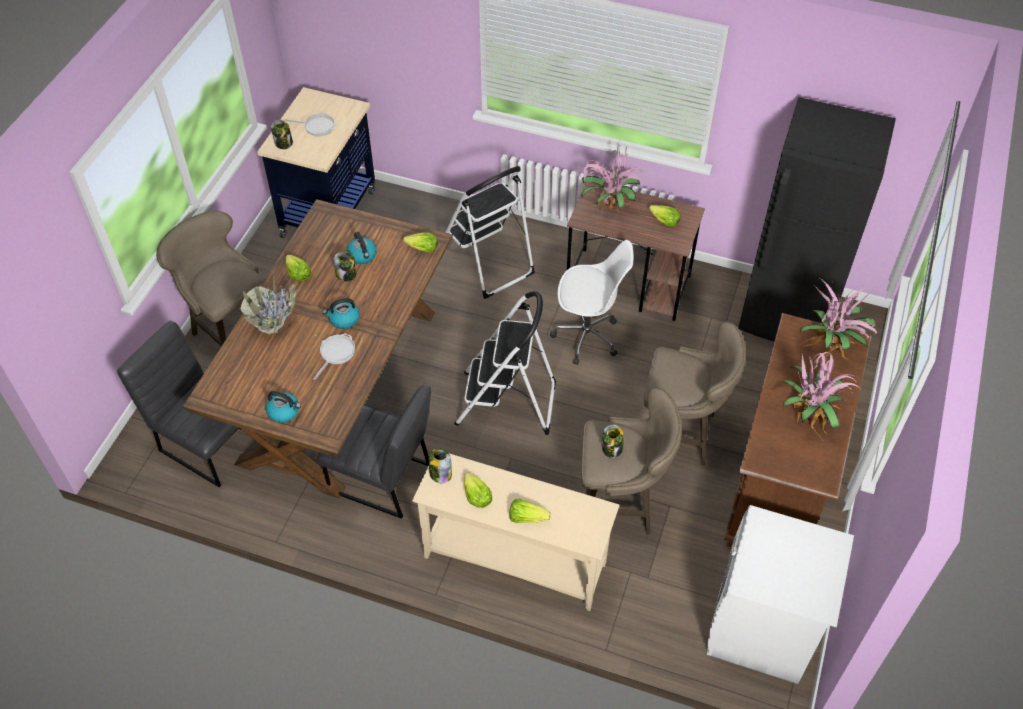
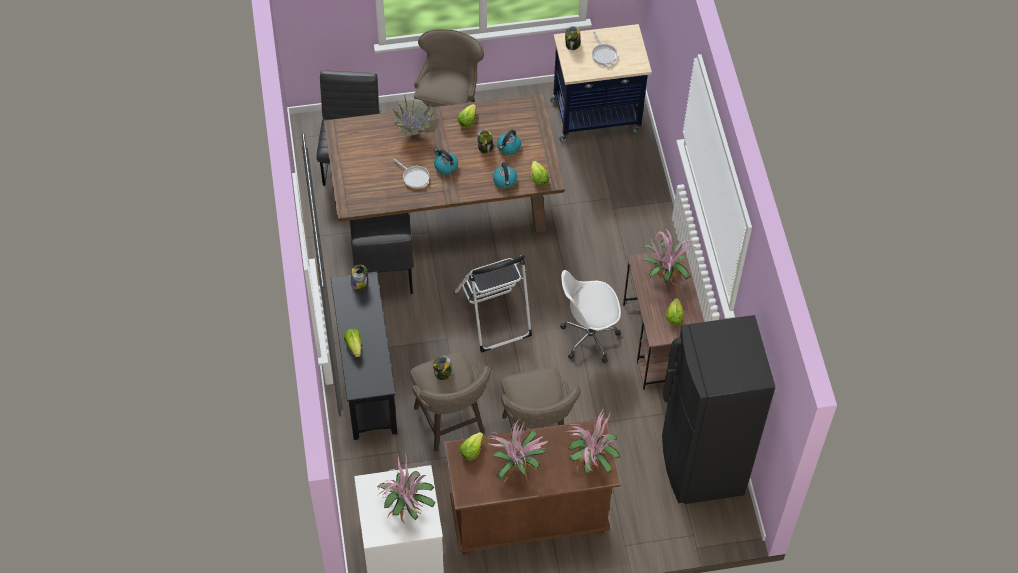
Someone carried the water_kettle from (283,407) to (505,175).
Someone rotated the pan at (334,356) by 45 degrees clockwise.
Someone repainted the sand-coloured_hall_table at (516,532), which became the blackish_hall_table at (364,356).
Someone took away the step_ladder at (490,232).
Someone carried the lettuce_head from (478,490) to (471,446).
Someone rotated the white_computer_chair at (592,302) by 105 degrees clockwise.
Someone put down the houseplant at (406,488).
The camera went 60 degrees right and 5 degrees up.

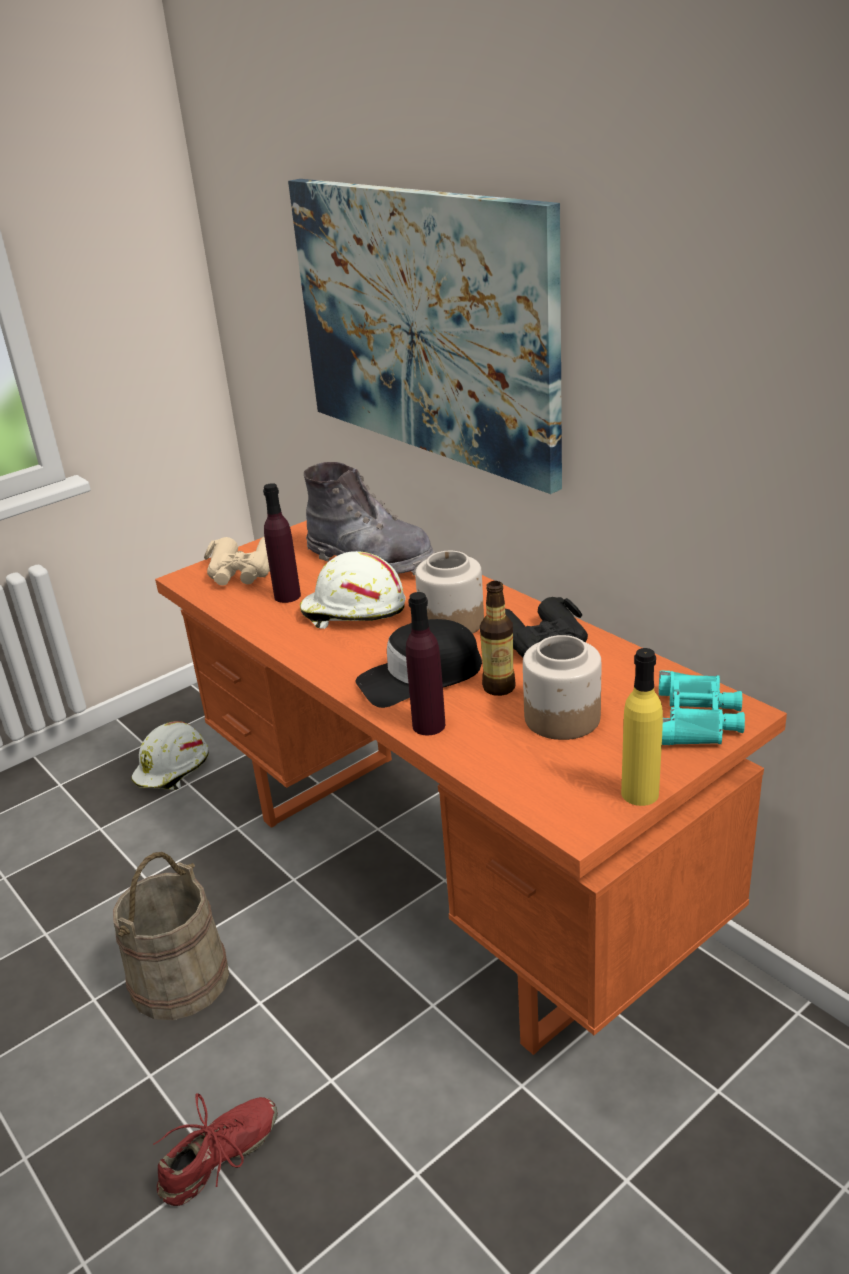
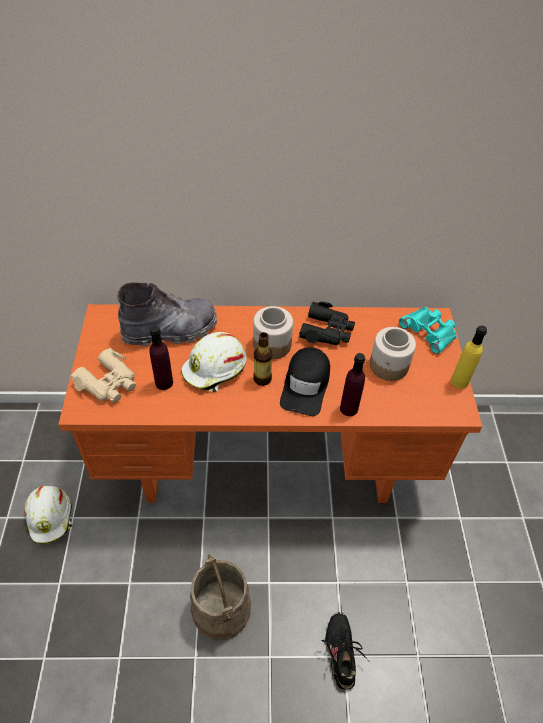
Someone repainted the reddish_shoe at (215,1149), which became the blackish_shoe at (345,651).
Someone took away the wall_art at (425,336).
Someone carried the bottle from (497,638) to (262,359).
The camera went 55 degrees left and 20 degrees up.

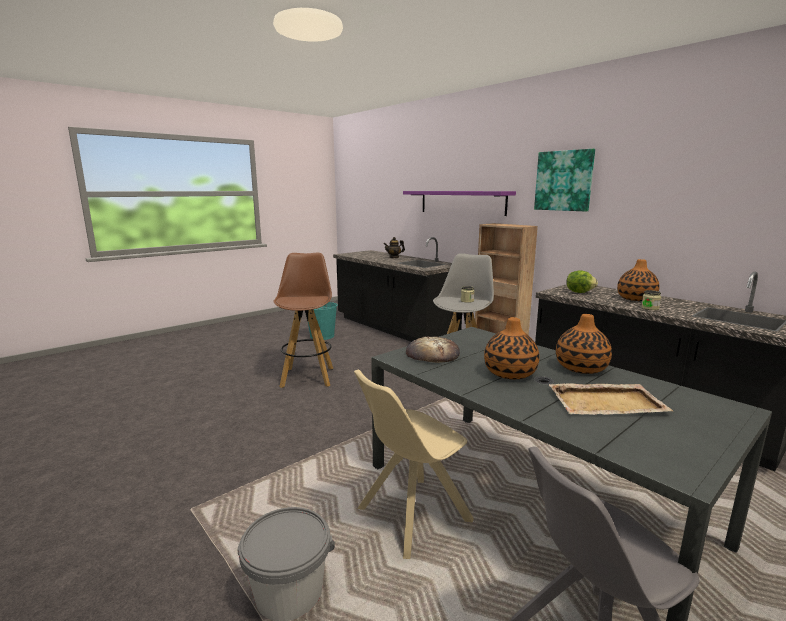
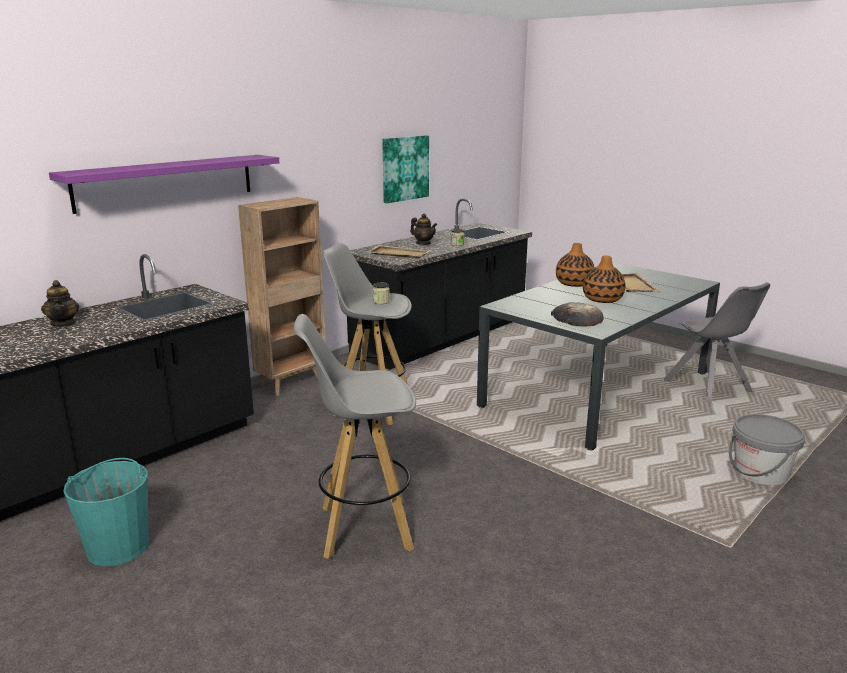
Someone repainted the brownish_sitting_stool at (303,320), which became the greyish_sitting_stool at (355,436).
Someone took away the sand-coloured_upright_chair at (414,464).
Someone carried the wall_art from (564,180) to (405,169).
Someone swapped the lettuce_head at (582,281) for the sand-coloured_tray at (399,252).
Someone swapped the vase at (638,280) for the teapot at (423,229).
The camera went 95 degrees left and 5 degrees up.

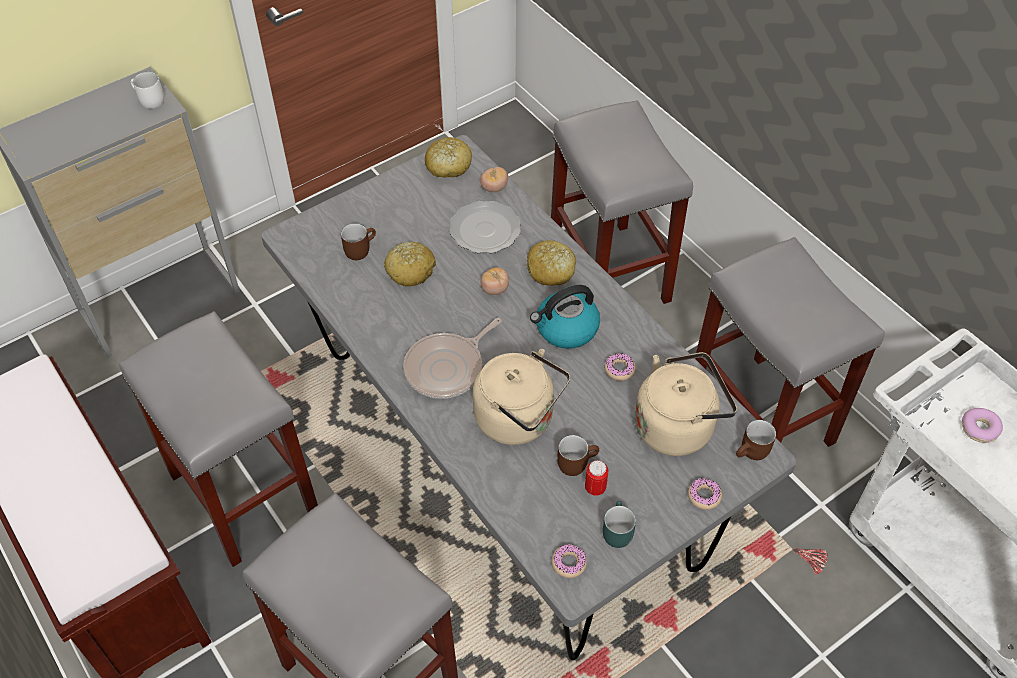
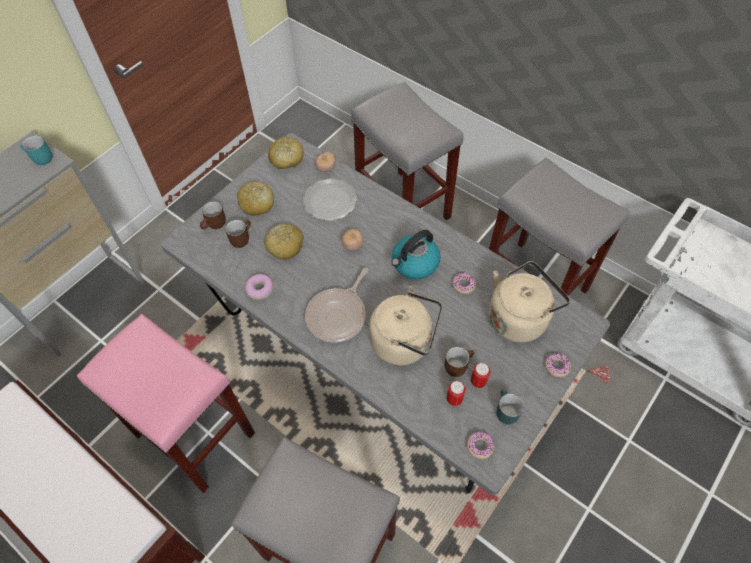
Someone repainted the greyish_sitting_stool at (218,439), which became the pinkish_sitting_stool at (166,403).
Someone repainted the white_tea_mug at (147,90), which became the turquoise_tea_mug at (36,150).
Someone carried the bread from (551,263) to (255,199).
Someone carried the brownish_tea_mug from (756,440) to (213,215).
Someone carried the doughnut from (982,425) to (259,287).
Someone put down the sealed_can at (456,393).
The camera went 15 degrees left and 5 degrees up.

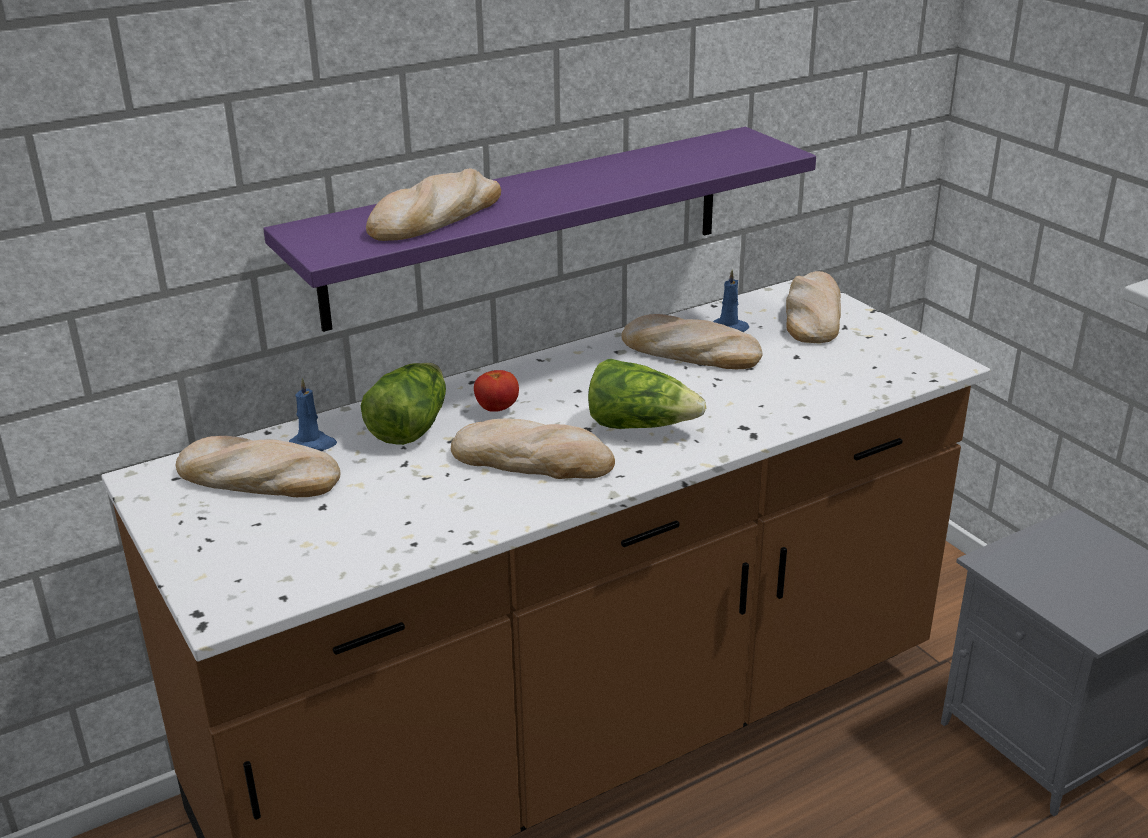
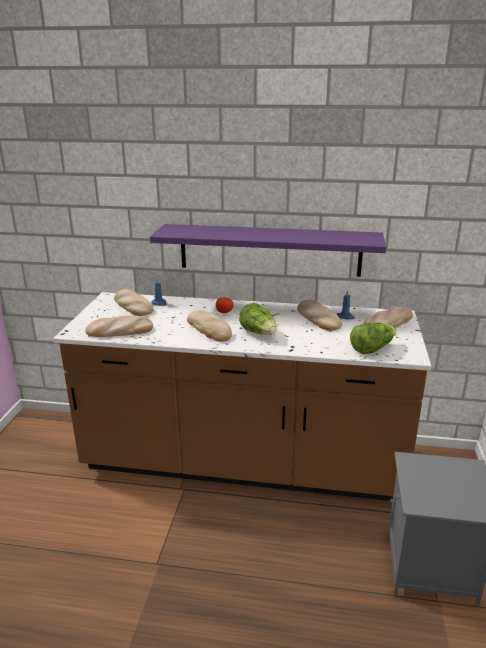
Someone carried the lettuce_head from (403,404) to (373,338).
Someone carried the bread from (433,204) to (119,326).
The camera went 40 degrees right and 5 degrees down.

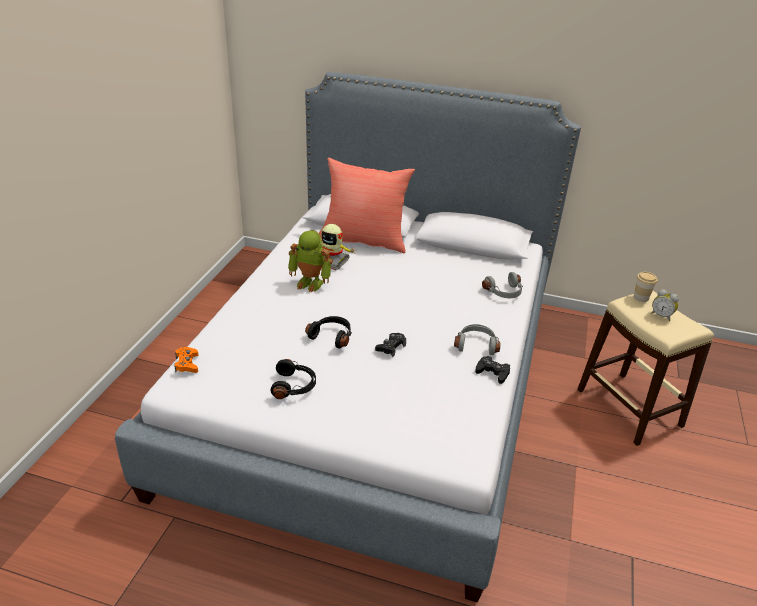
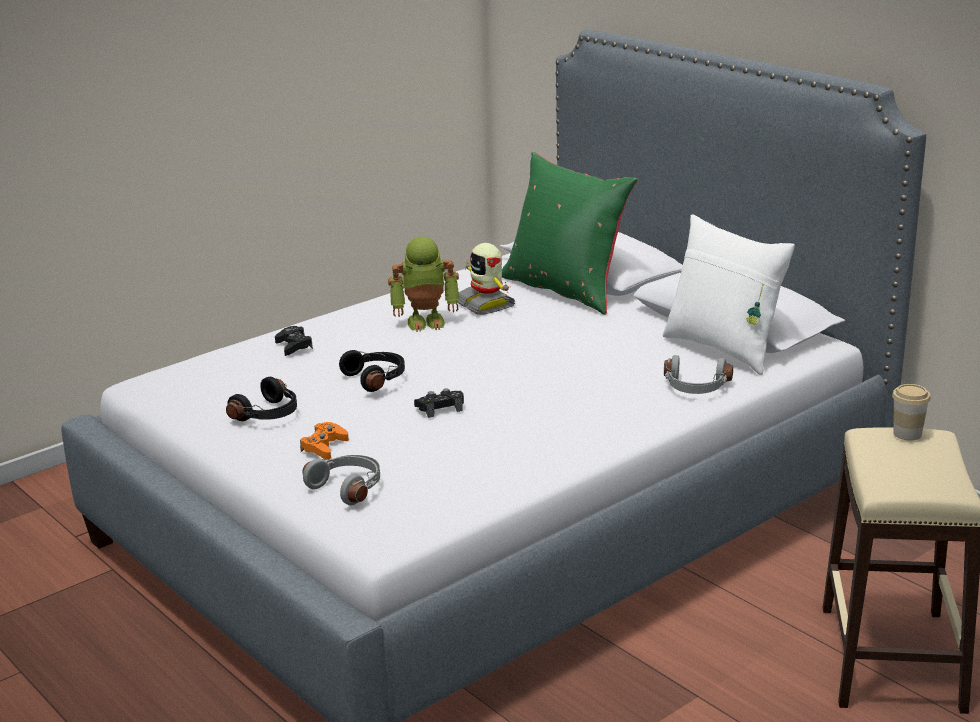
Someone carried the orange_joypad from (186,360) to (324,440).
Someone rotated the robot_figure at (310,261) by 60 degrees counterclockwise.
Someone repainted the reddish_pillow at (367,205), which became the green-coloured_pillow at (570,233).
Someone carried the greyish_pair_of_headphones from (477,339) to (341,480).
Someone carried the blackish_joypad from (492,370) to (294,341).
Someone took away the bedside_clock at (665,305).
Someone put down the white_pillow at (729,294).
The camera went 35 degrees right and 10 degrees down.

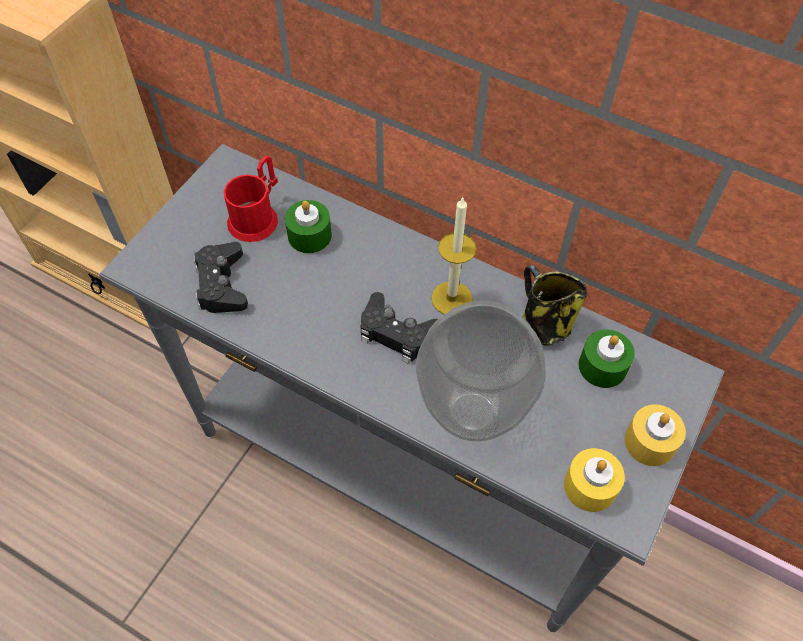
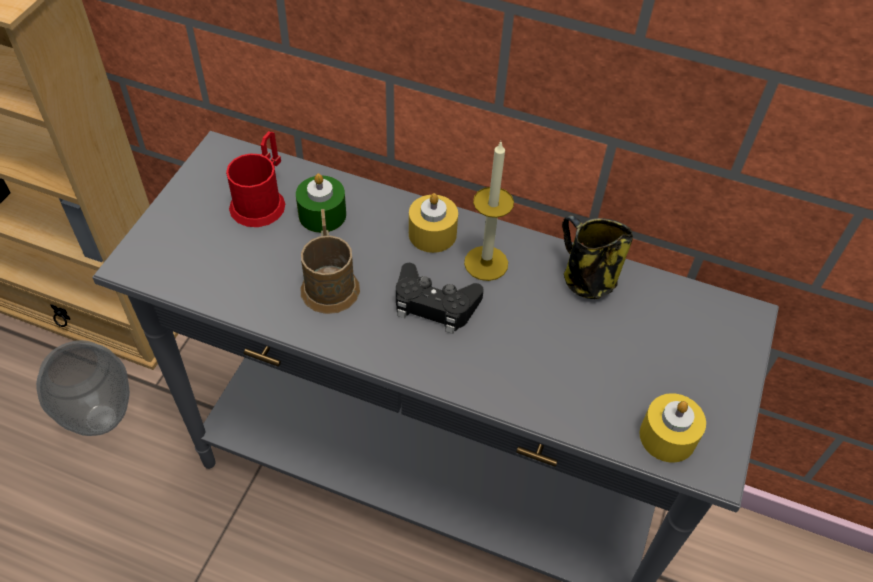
Someone took away the blackish_joypad at (221,277).
Someone carried the vase from (481,371) to (83,388).
Someone took away the green-coloured_candle at (606,358).
Someone carried the yellow_candle from (655,435) to (433,223).
Someone put down the brownish_tea_mug at (330,261).
The camera went 10 degrees left and 5 degrees down.

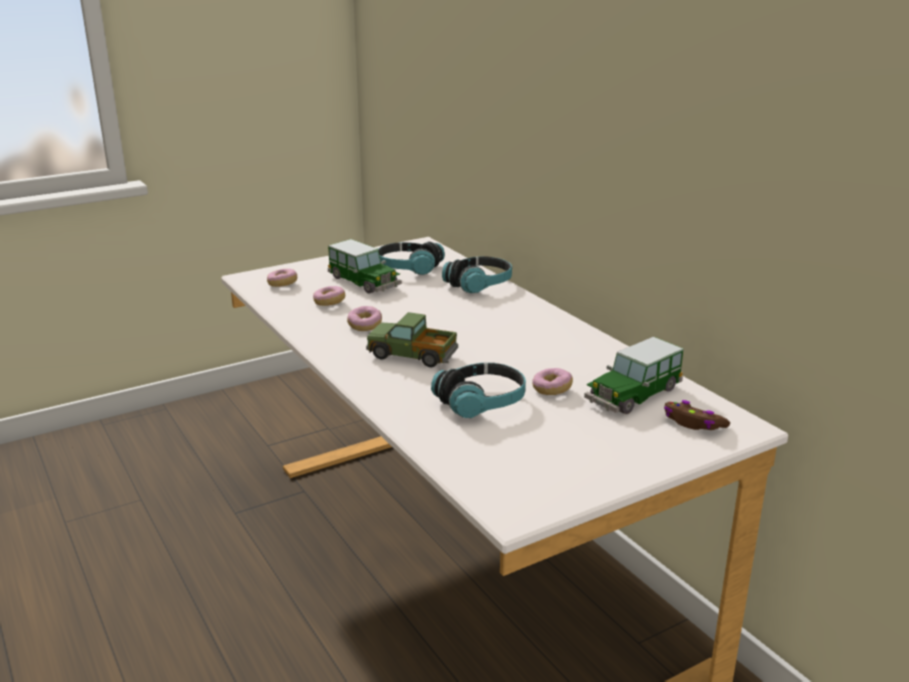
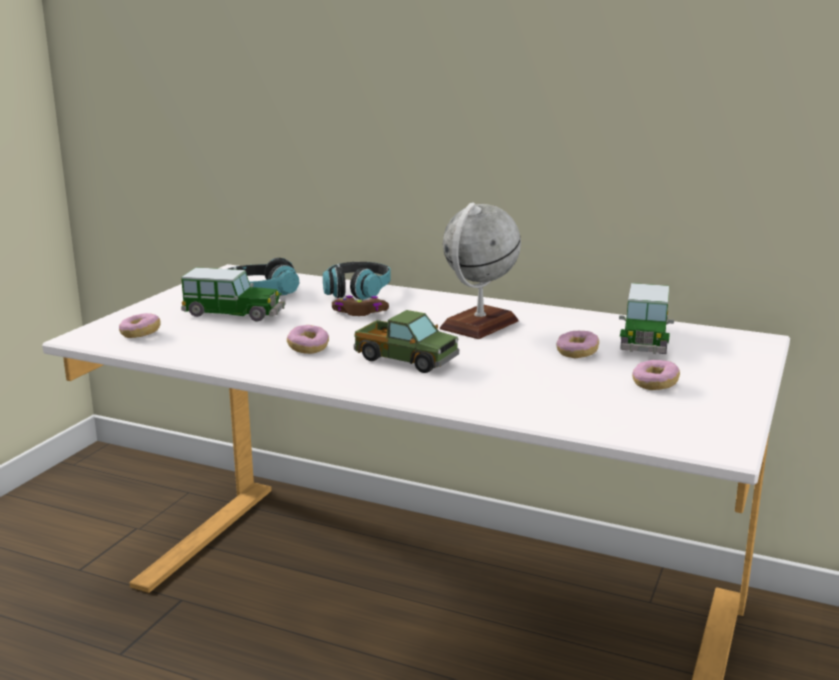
Someone carried the doughnut from (329,296) to (656,375).
Someone rotated the toy_lorry at (412,339) by 135 degrees counterclockwise.
Someone took away the pair_of_headphones at (478,390).
Someone carried the brownish_joypad from (697,415) to (360,305).
Someone put down the desk_globe at (480,271).
The camera went 35 degrees left and 5 degrees down.

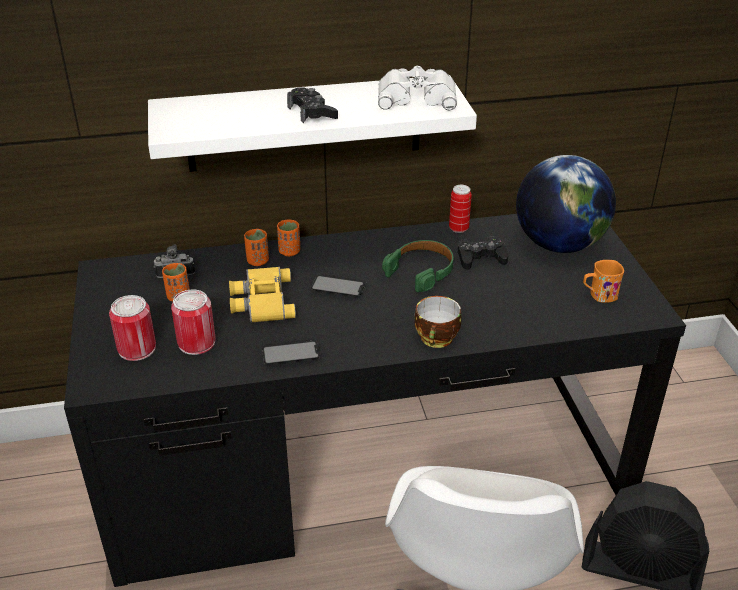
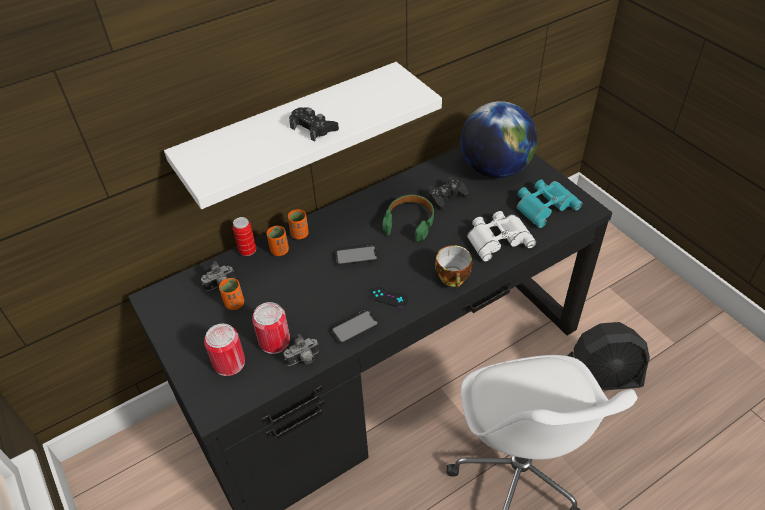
Someone took away the yellow_field_glasses at (262,295).
Someone carried the white_field_glasses from (417,88) to (501,236).
Someone carried the sealed_can from (460,209) to (244,236).
Someone swapped the orange_tea_mug at (603,281) for the turquoise_field_glasses at (550,204).
Someone put down the photo_camera at (301,350).
Someone put down the blackish_joypad at (388,297).
The camera went 20 degrees left and 10 degrees up.

